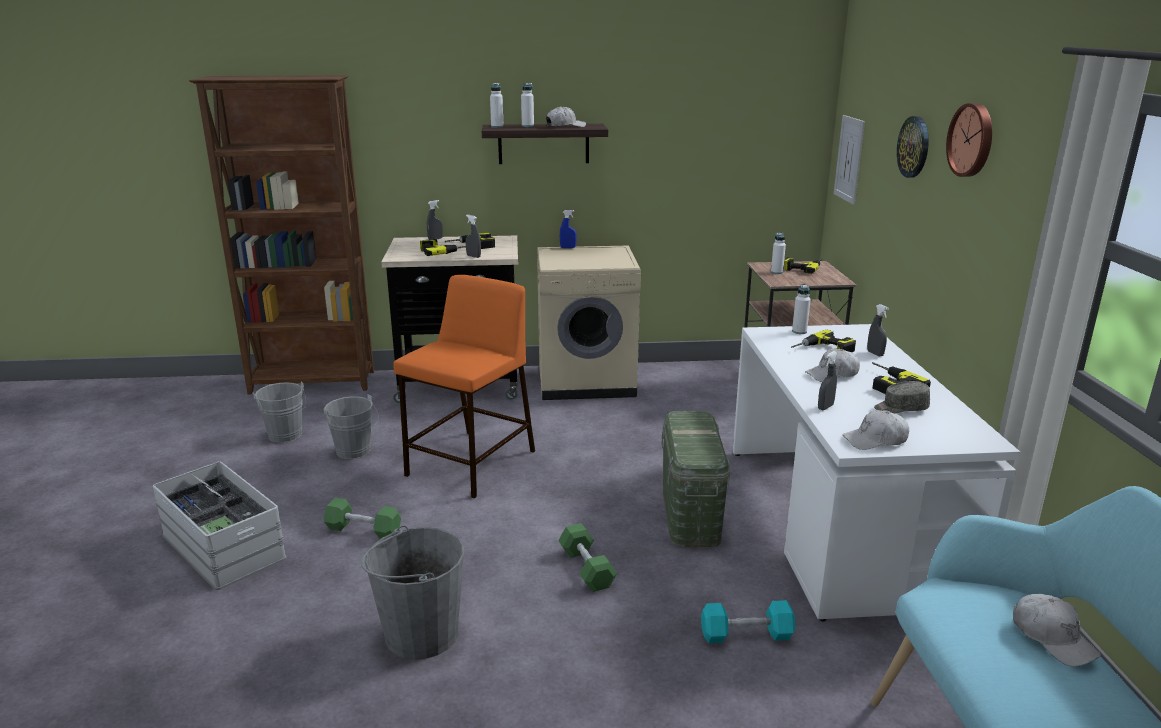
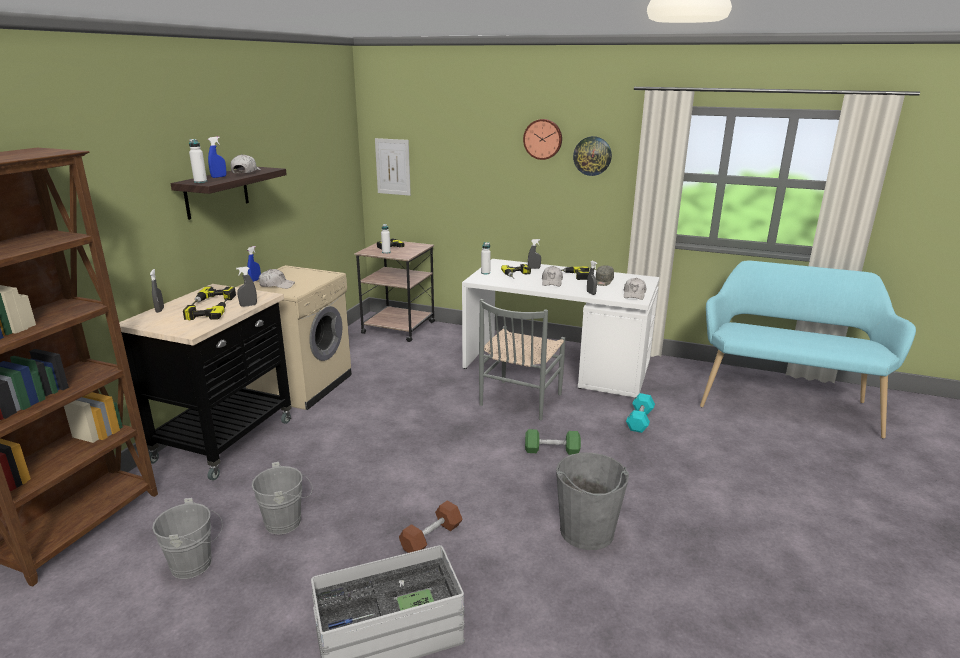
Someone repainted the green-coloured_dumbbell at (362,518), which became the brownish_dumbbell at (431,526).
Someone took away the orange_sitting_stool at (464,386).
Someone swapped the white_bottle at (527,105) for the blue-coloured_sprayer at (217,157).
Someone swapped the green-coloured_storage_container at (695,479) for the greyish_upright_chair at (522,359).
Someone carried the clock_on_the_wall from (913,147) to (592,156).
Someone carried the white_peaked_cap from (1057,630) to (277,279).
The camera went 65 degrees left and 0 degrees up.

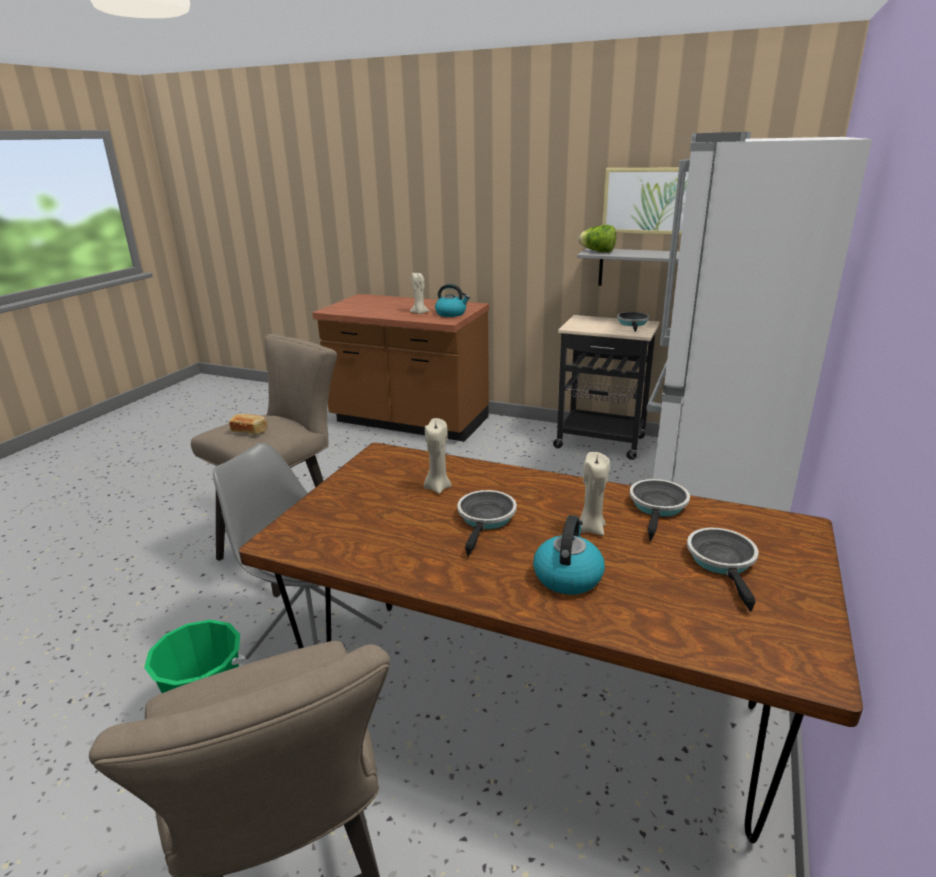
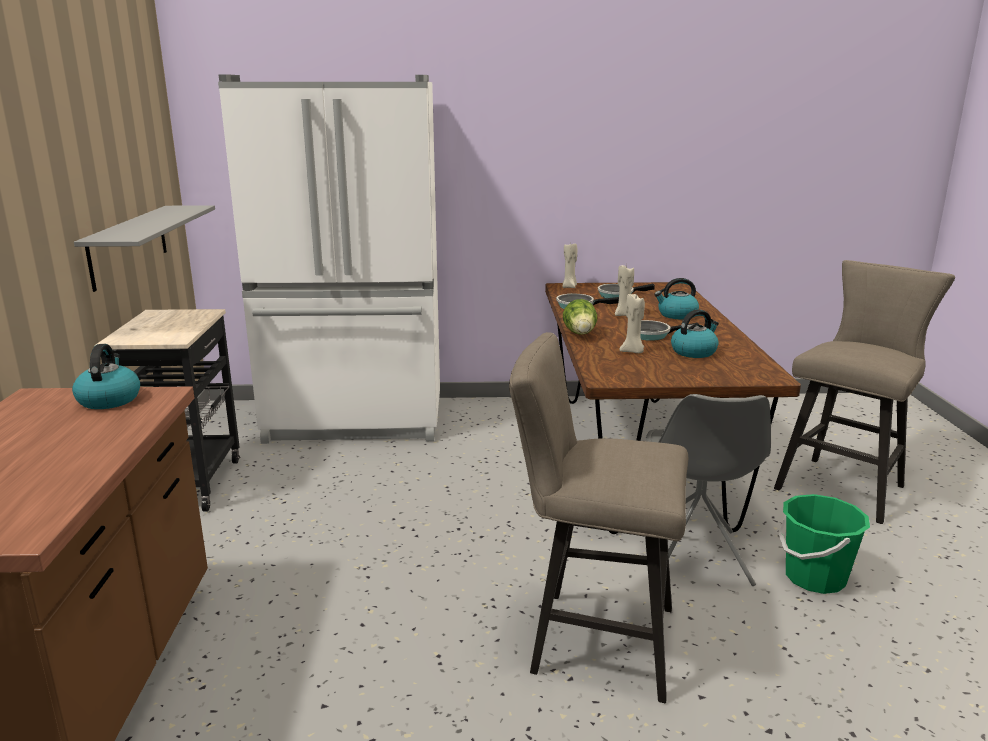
Someone took away the bread at (248,424).
Someone carried the sand-coloured_candle from (420,293) to (570,266).
Someone carried the lettuce_head from (597,238) to (580,317).
Someone took away the wall_art at (645,201).
Someone took away the pan at (633,322).
Someone put down the water_kettle at (695,333).
The camera went 115 degrees left and 5 degrees down.

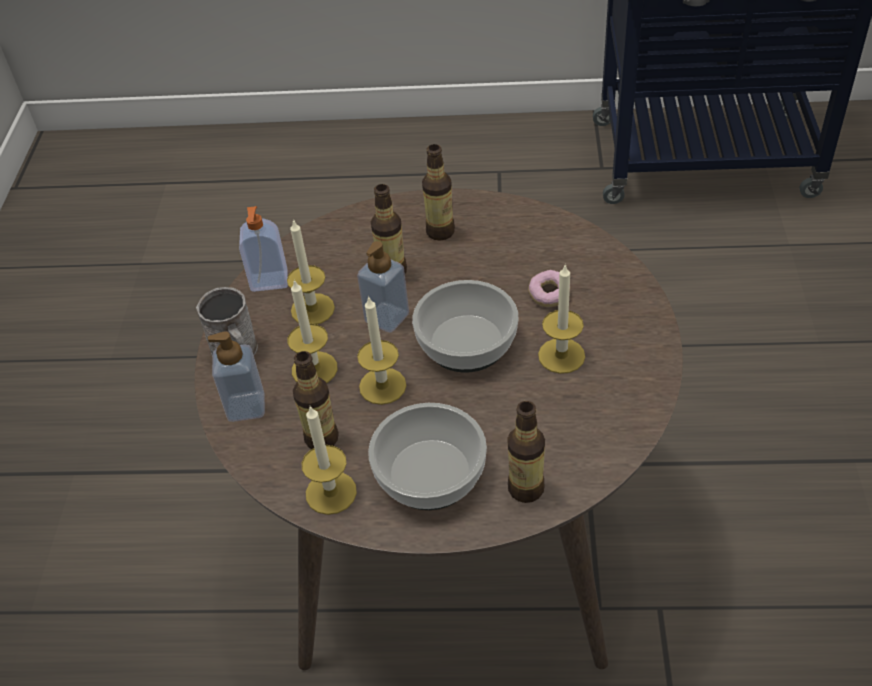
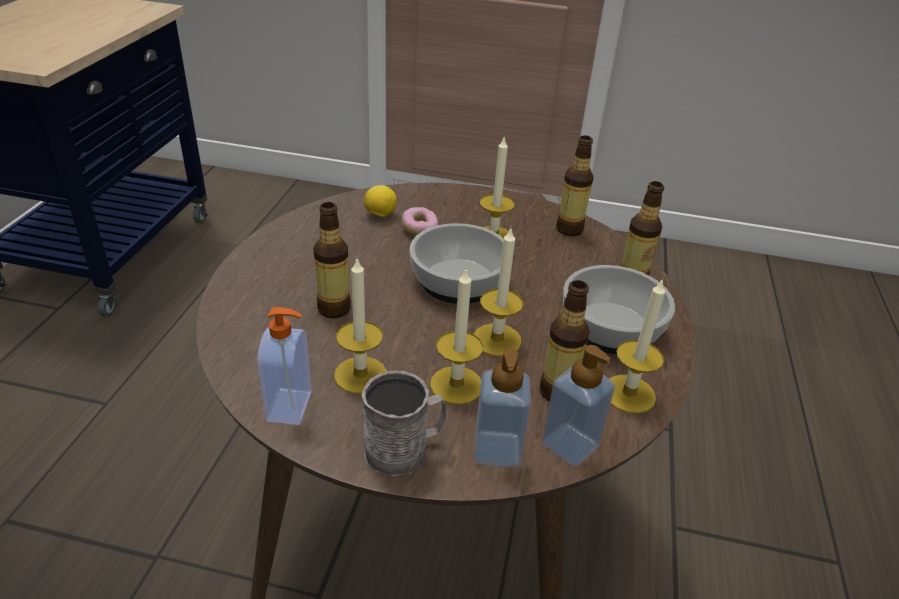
Someone carried the liquid_soap_bottle from (383,287) to (578,405).
Someone carried the bottle from (438,192) to (575,186).
Someone put down the citrus_fruit at (380,201).
The camera went 85 degrees left and 10 degrees down.

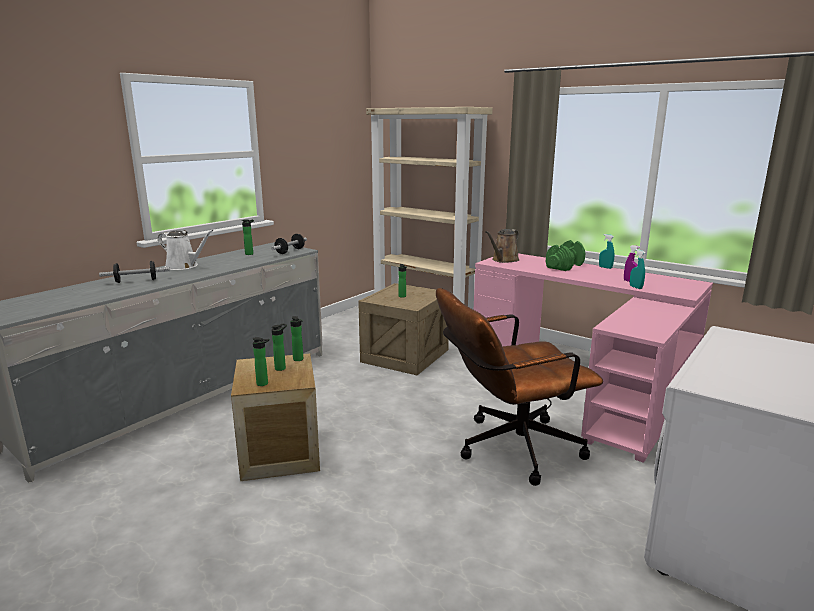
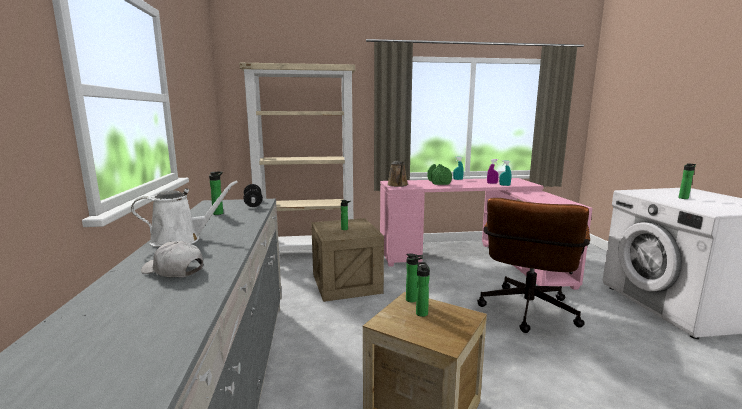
Someone swapped the dumbbell at (134,272) for the white_peaked_cap at (172,259).
Someone carried the bottle from (261,361) to (687,181).
The camera went 45 degrees left and 5 degrees down.

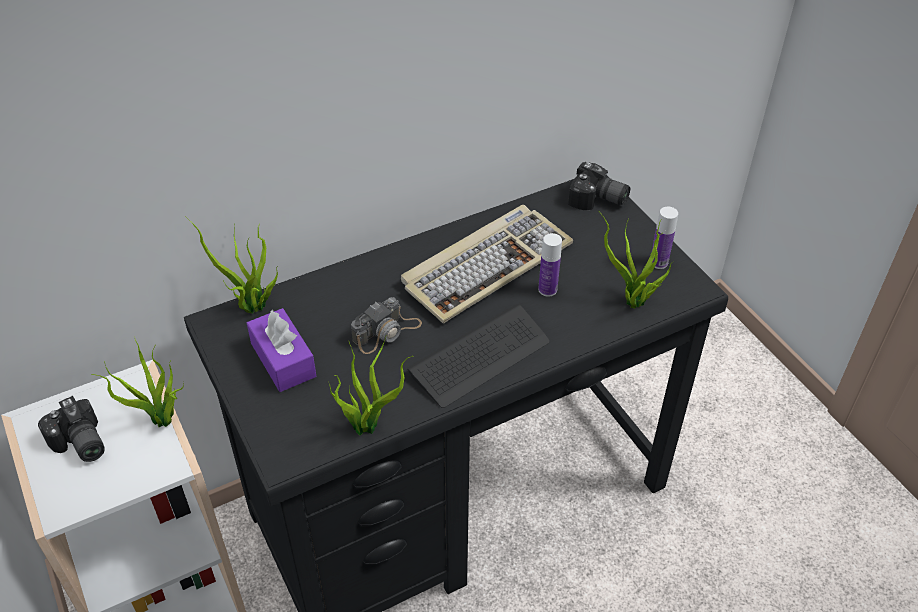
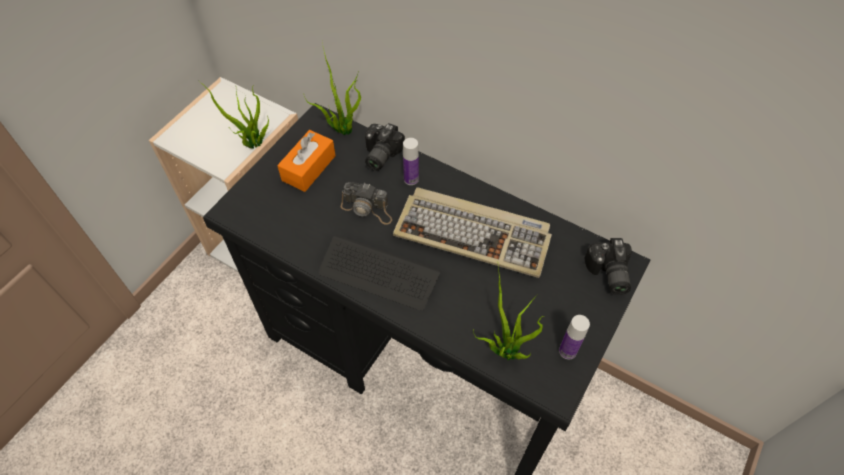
Someone carried the photo_camera from (71,429) to (385,147).
Someone repainted the purple-coloured_tissue_box at (281,350), which became the orange_tissue_box at (306,161).
Someone took away the houseplant at (371,386).
Someone carried the bottle from (550,265) to (411,161).
The camera went 60 degrees right and 10 degrees up.

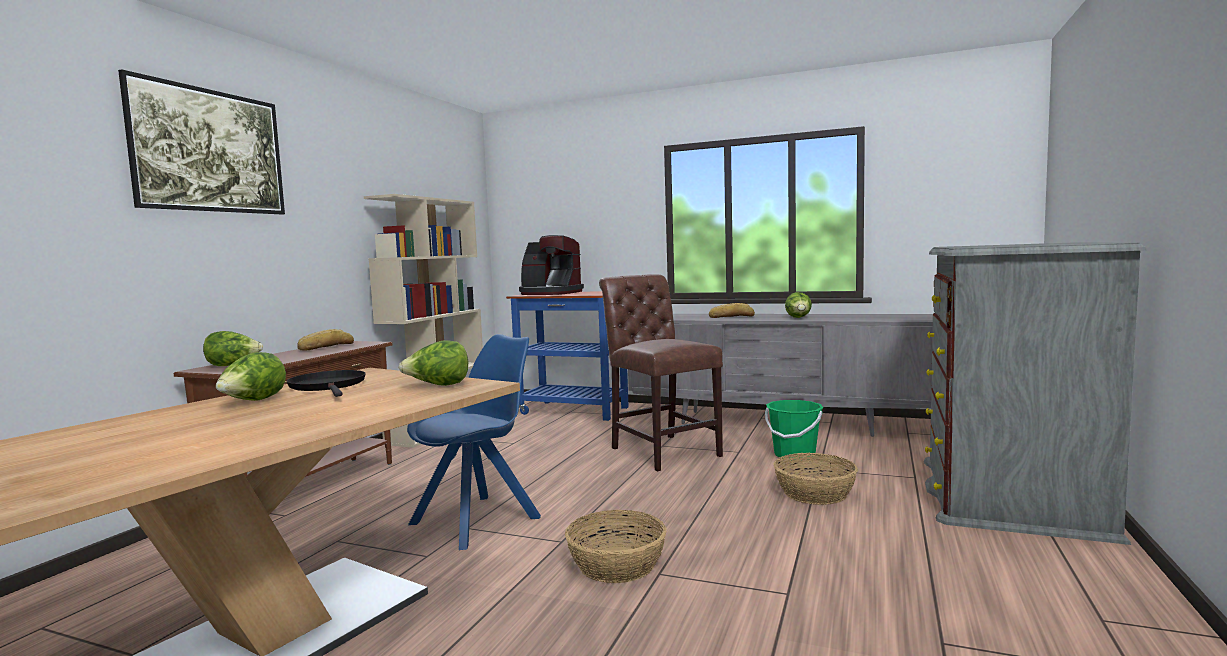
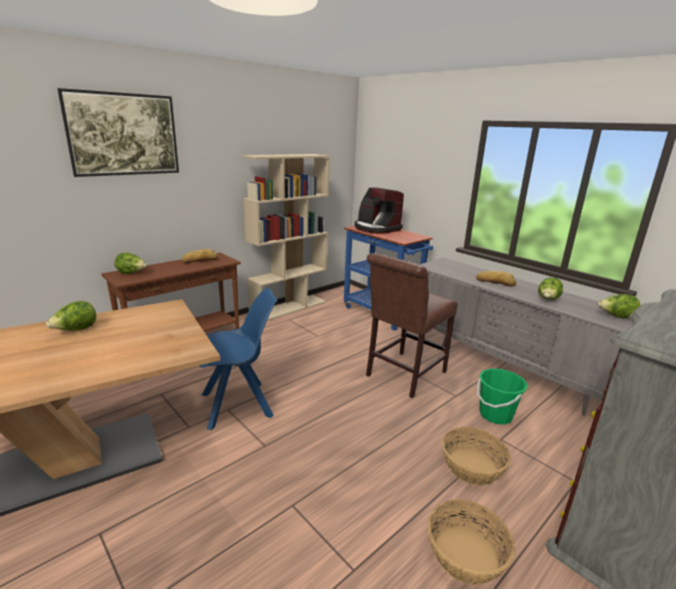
Someone took away the blackish_pan at (326,383).
Someone carried the lettuce_head from (433,363) to (619,306).
Someone carried the household_basket from (616,546) to (471,542).
Someone rotated the brownish_upright_chair at (661,372) by 135 degrees counterclockwise.
The camera went 25 degrees right and 15 degrees up.

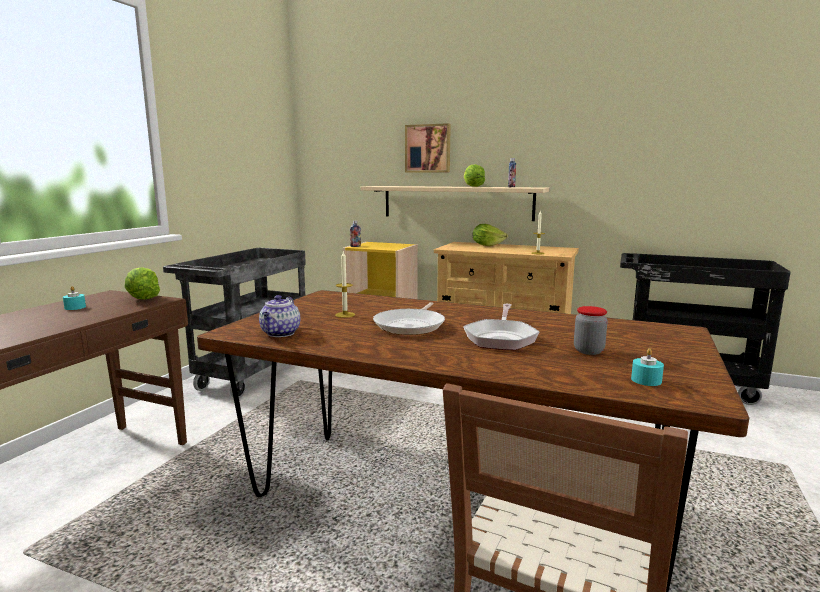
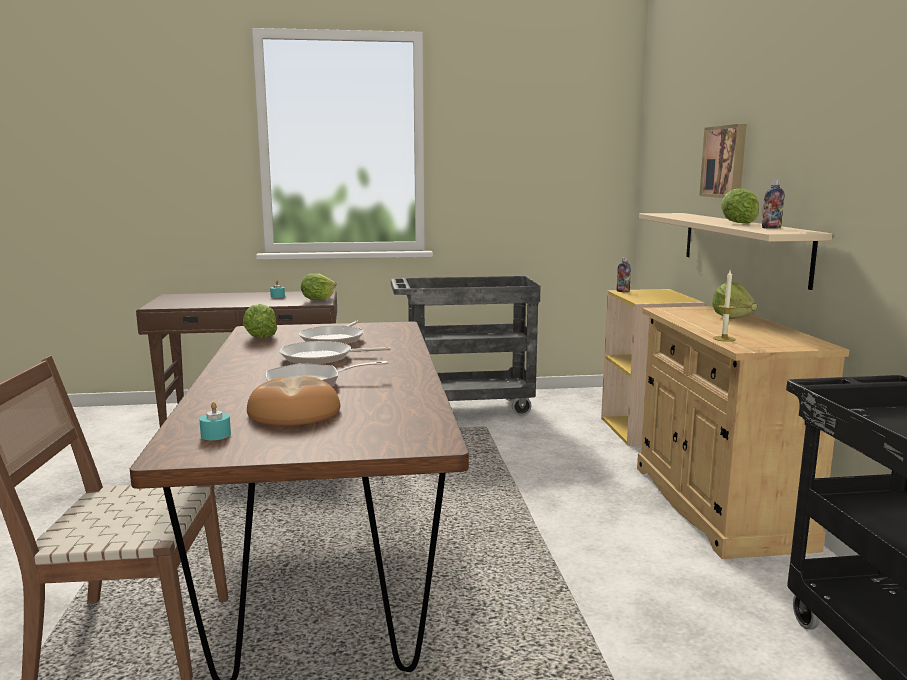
Someone swapped the teapot at (280,316) for the lettuce_head at (260,321).
Someone swapped the candle at (345,285) for the pan at (331,332).
Someone swapped the jar at (591,330) for the bread at (293,401).
The camera went 60 degrees right and 0 degrees up.

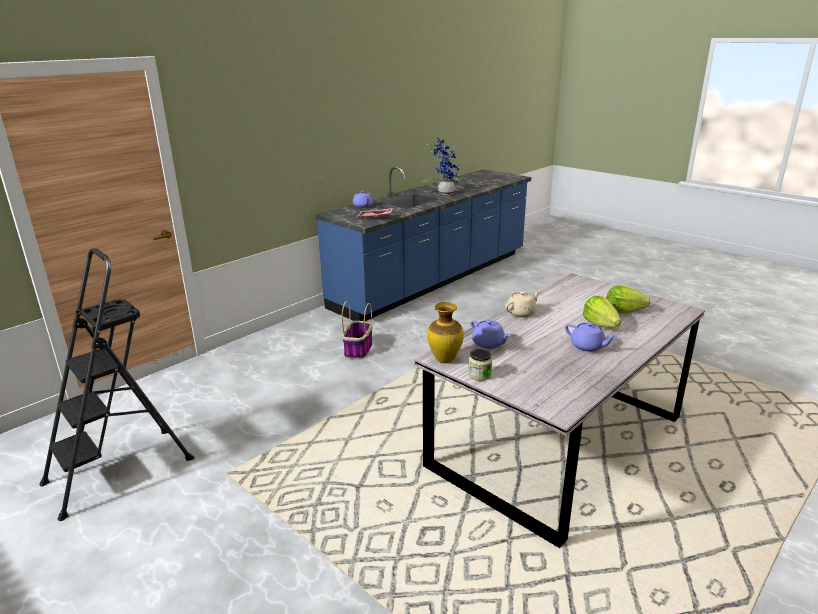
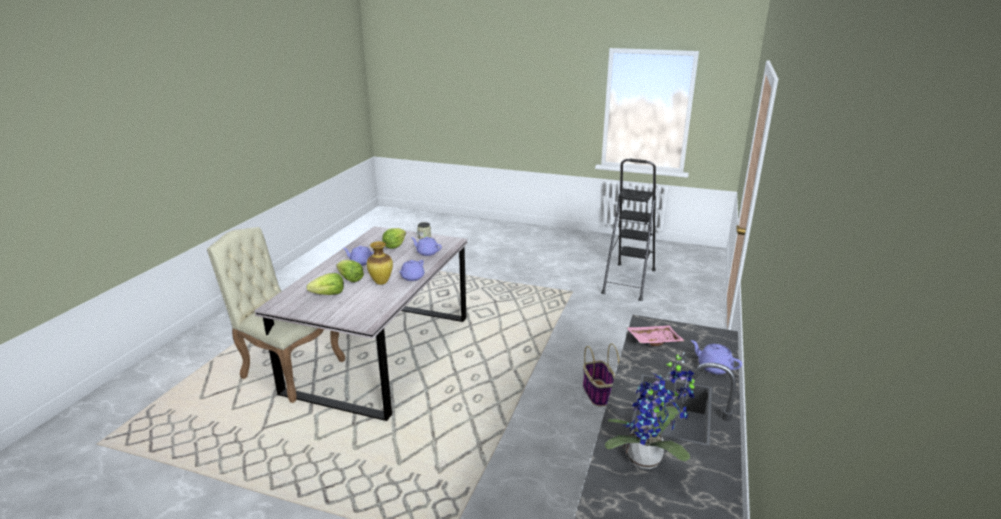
Someone carried the vase from (445,332) to (380,263).
Someone repainted the sand-coloured_teapot at (522,304), which became the purple-coloured_teapot at (412,270).
Someone put down the sand-coloured_upright_chair at (276,315).
Someone put down the lettuce_head at (394,238).
The camera went 155 degrees right and 0 degrees up.

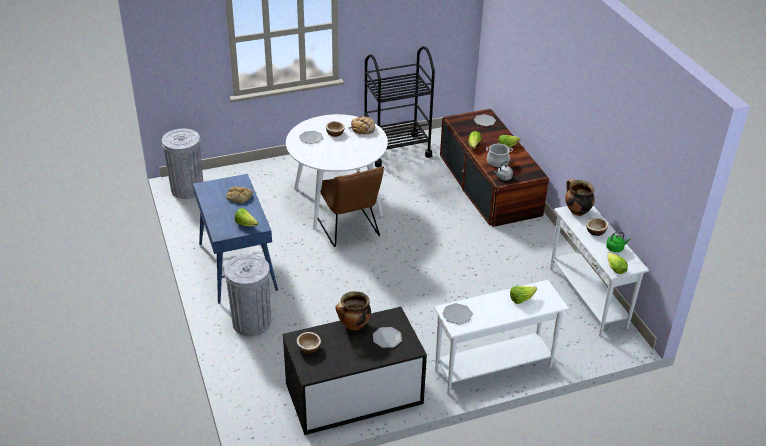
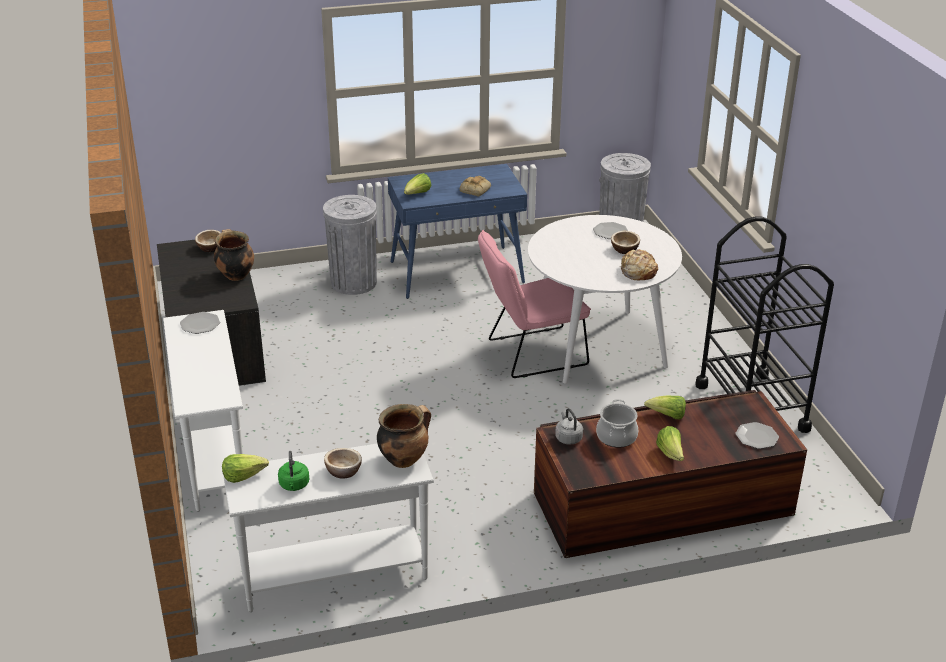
Someone repainted the brownish_upright_chair at (351,207), which became the pinkish_upright_chair at (534,304).
Someone took away the flat_dish at (387,337).
Someone took away the lettuce_head at (523,295).
The camera went 95 degrees right and 5 degrees down.

